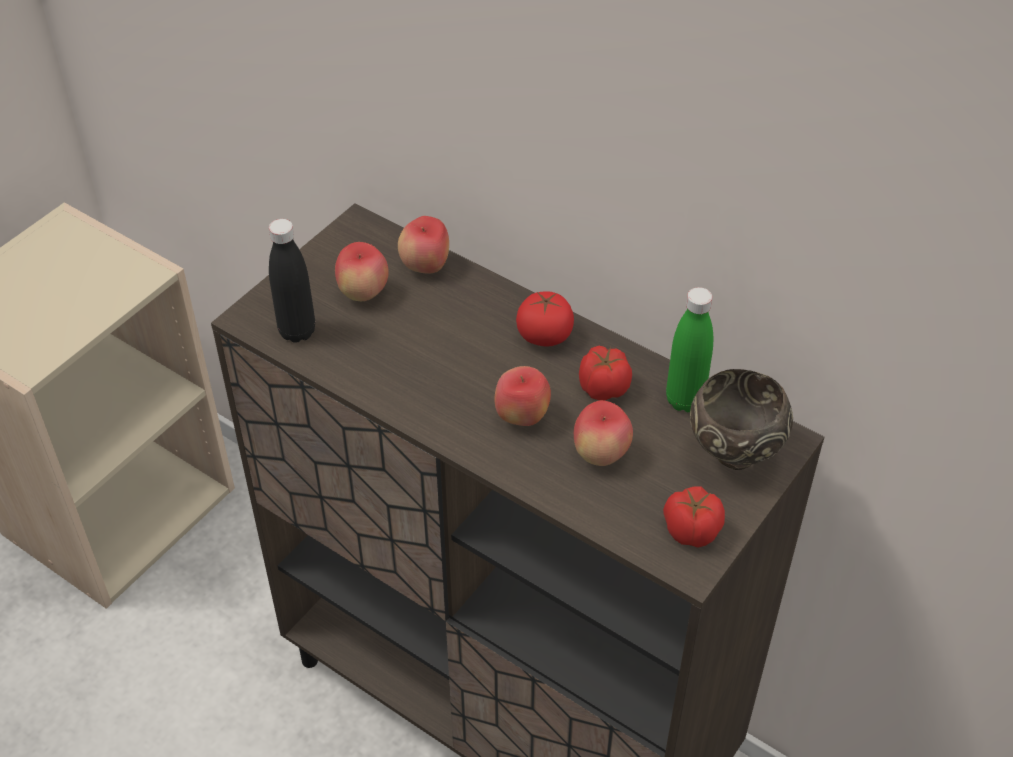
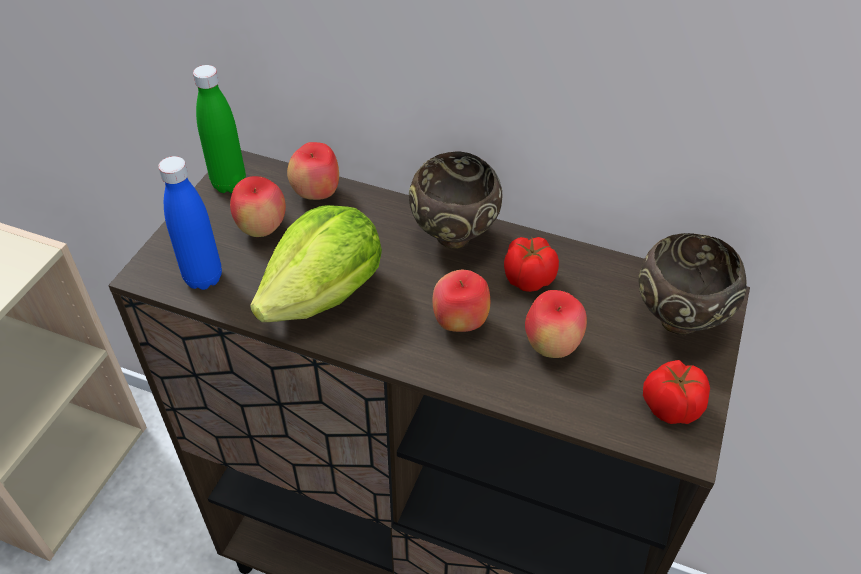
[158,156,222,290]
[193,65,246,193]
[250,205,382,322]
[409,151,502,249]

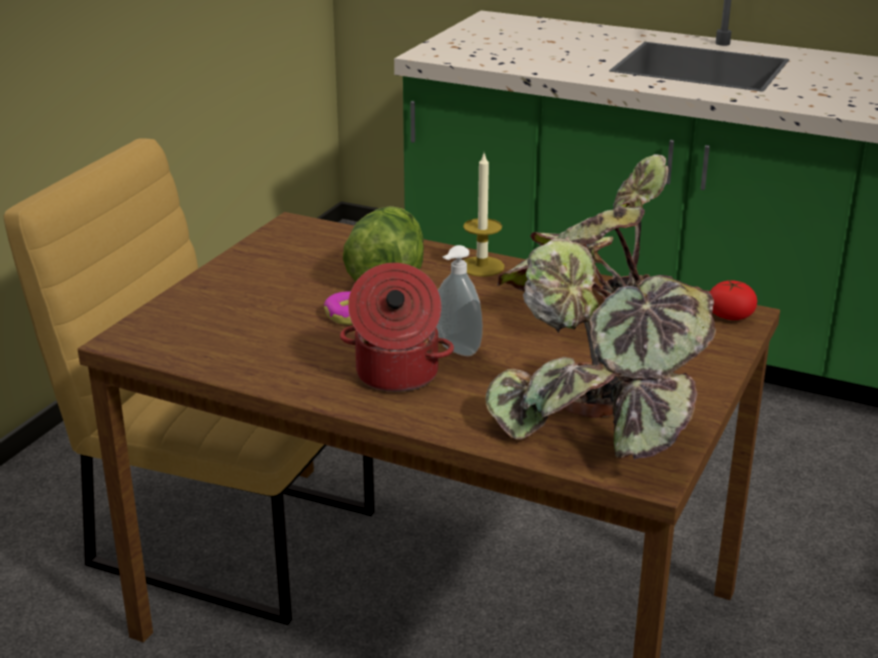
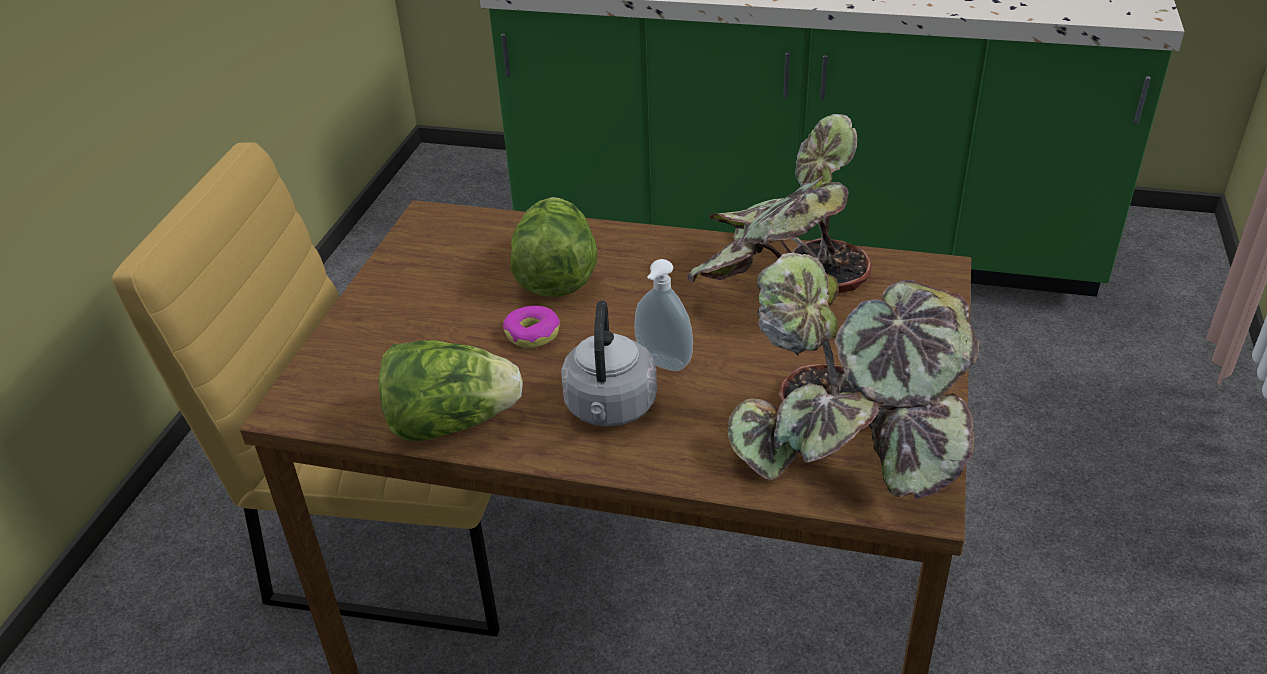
[379,340,523,441]
[561,300,657,426]
[463,153,505,277] (first image)
[710,279,757,320] (first image)

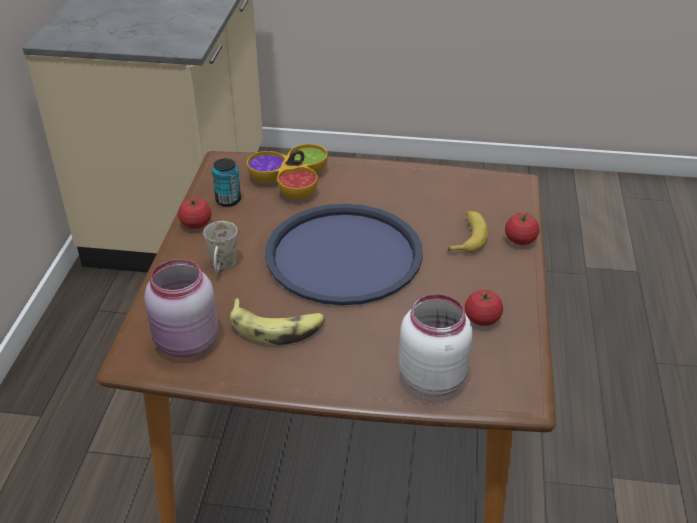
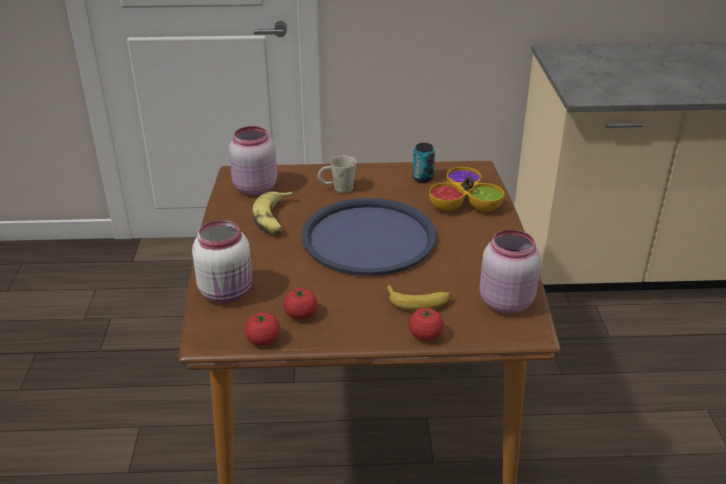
[244,312,280,346]
[479,229,541,314]

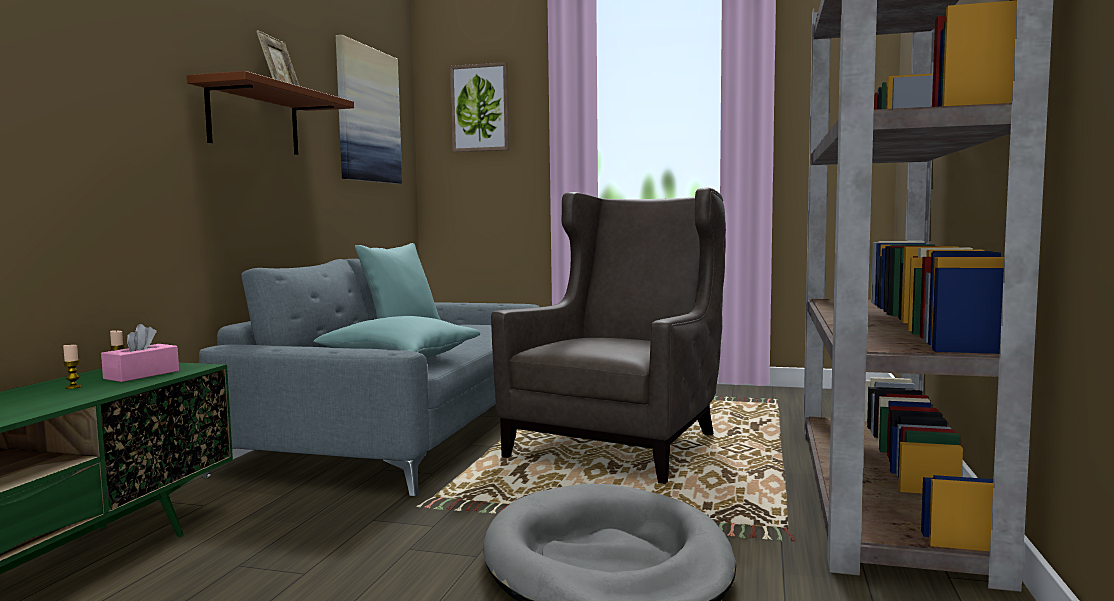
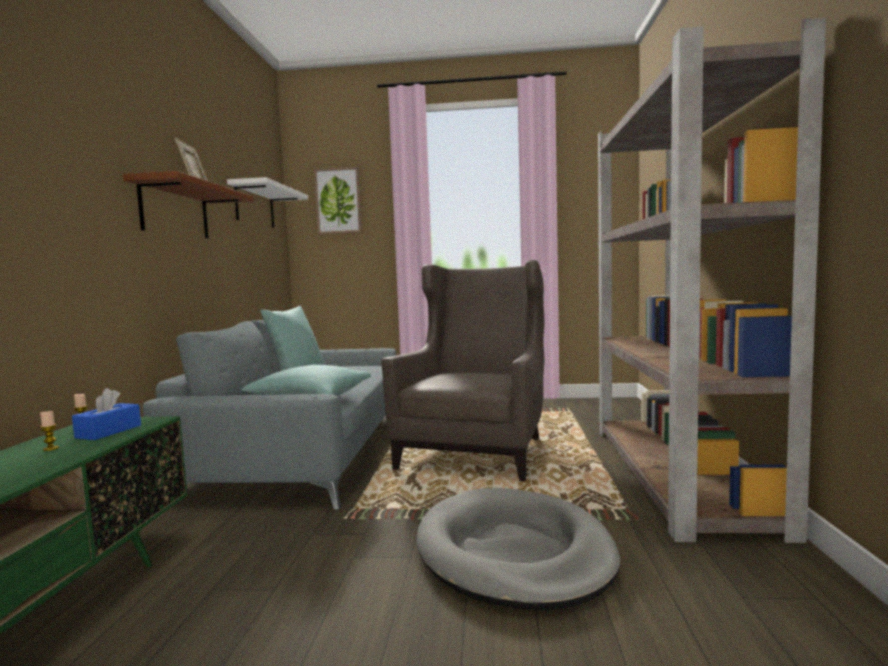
[72,388,141,440]
[227,177,308,228]

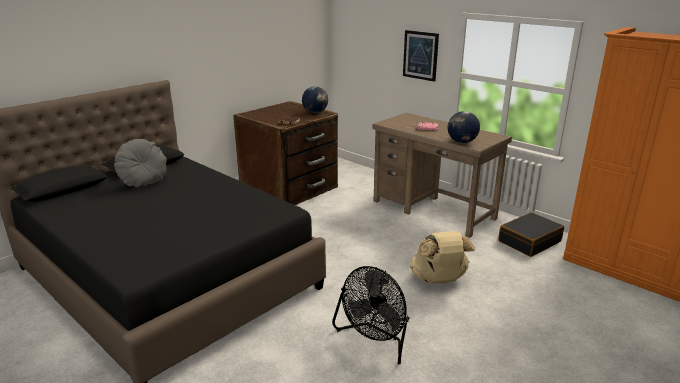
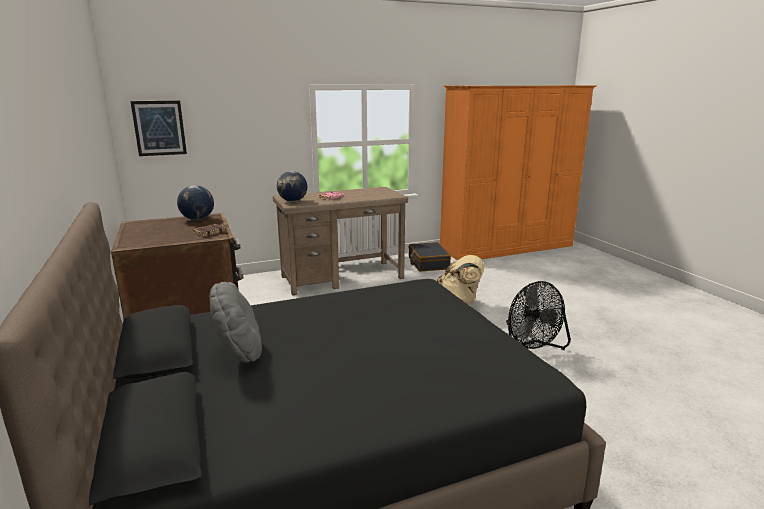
[130,100,187,156]
[277,171,307,202]

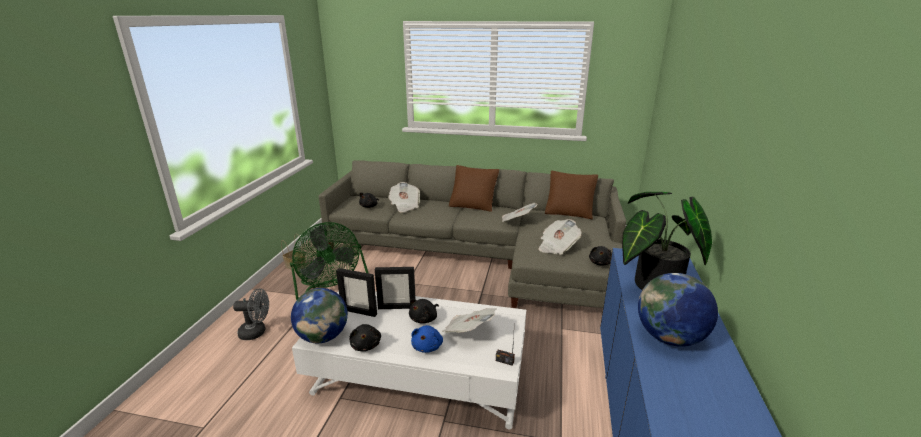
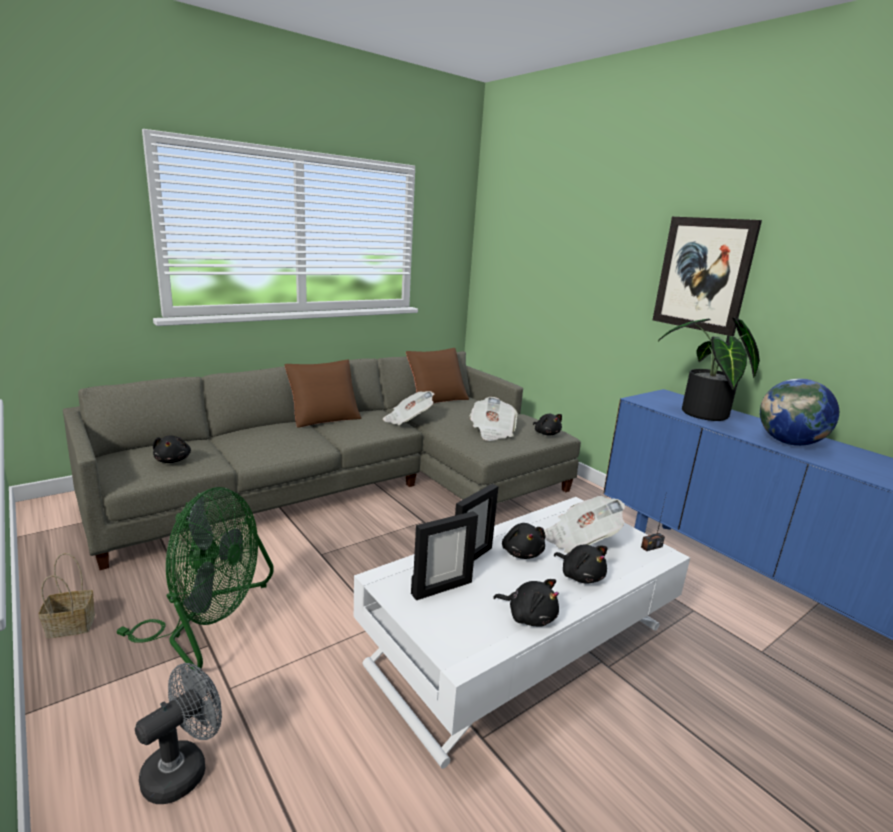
[554,544,607,584]
[653,217,762,336]
[291,288,348,343] (first image)
[388,182,420,213] (first image)

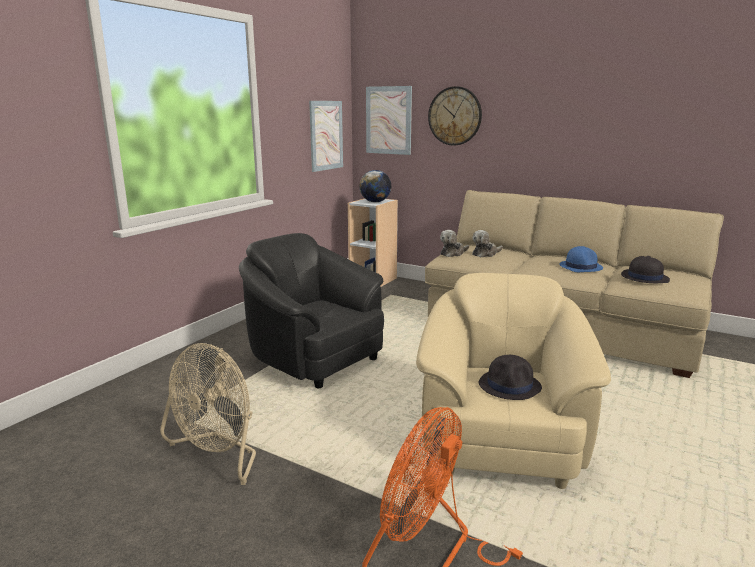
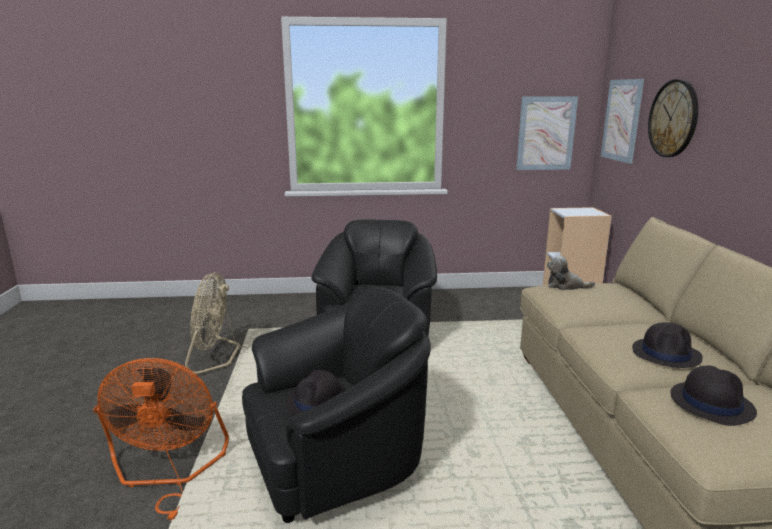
[242,287,431,523]
[632,322,703,368]
[359,170,391,202] (first image)
[472,230,503,257] (first image)

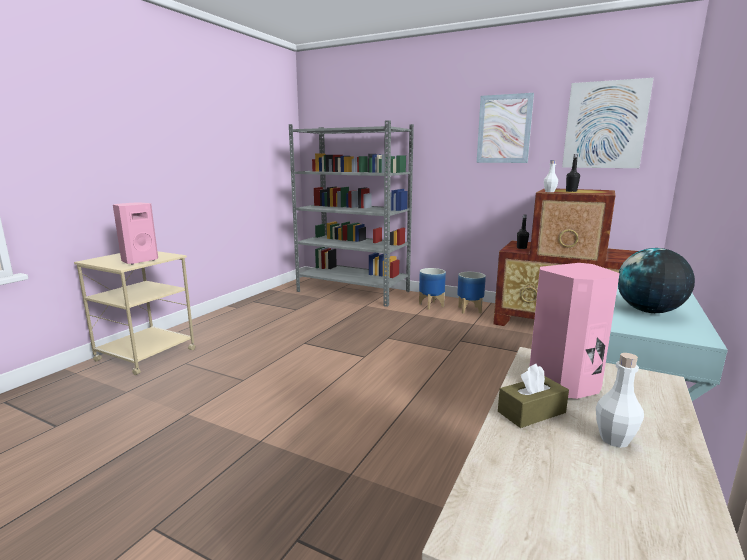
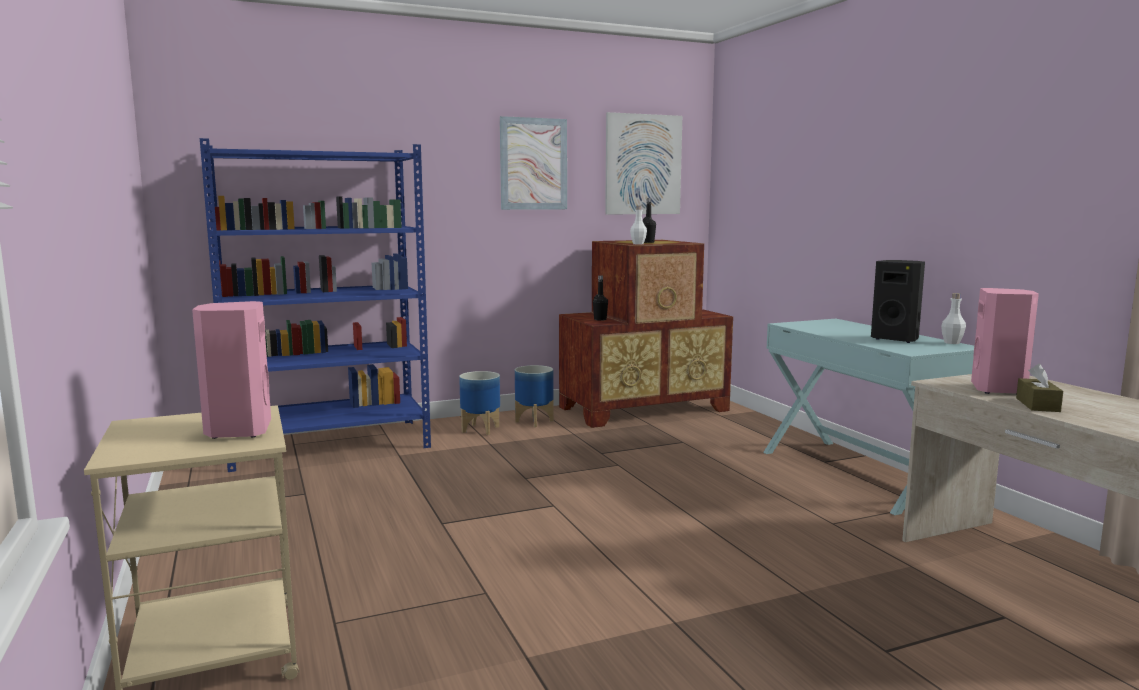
[200,138,431,472]
[871,260,925,343]
[941,293,966,344]

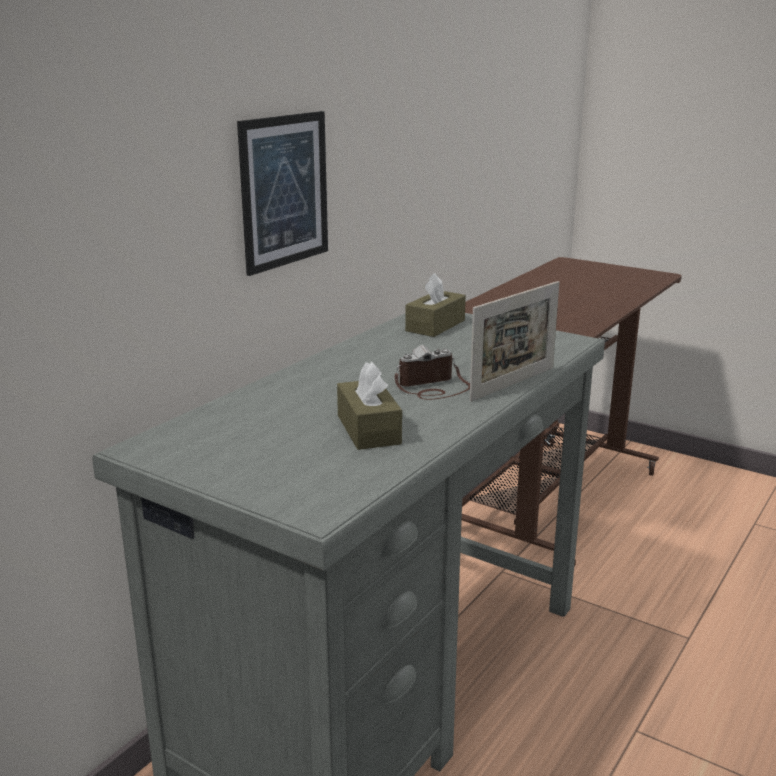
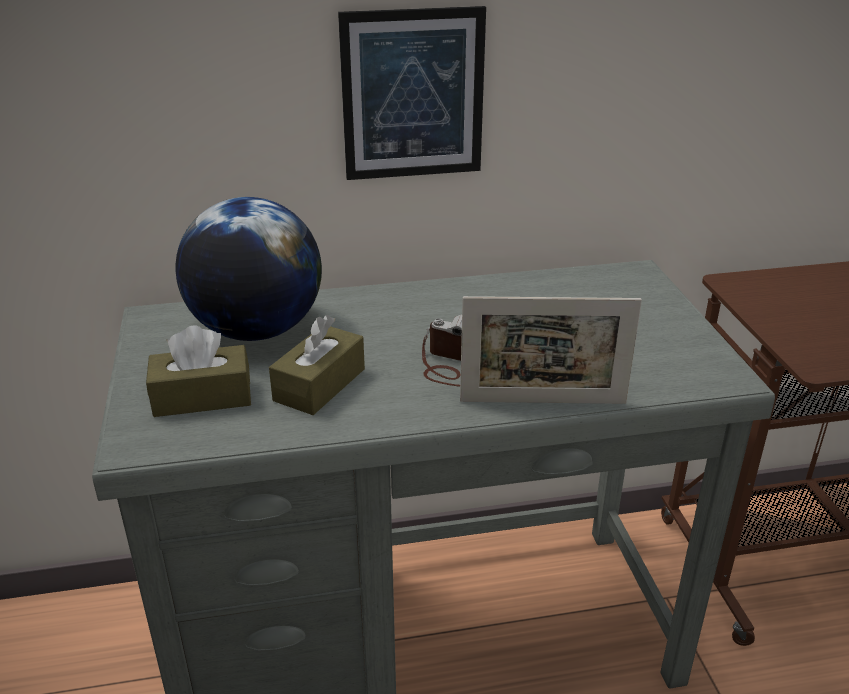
[146,325,251,417]
[176,197,322,341]

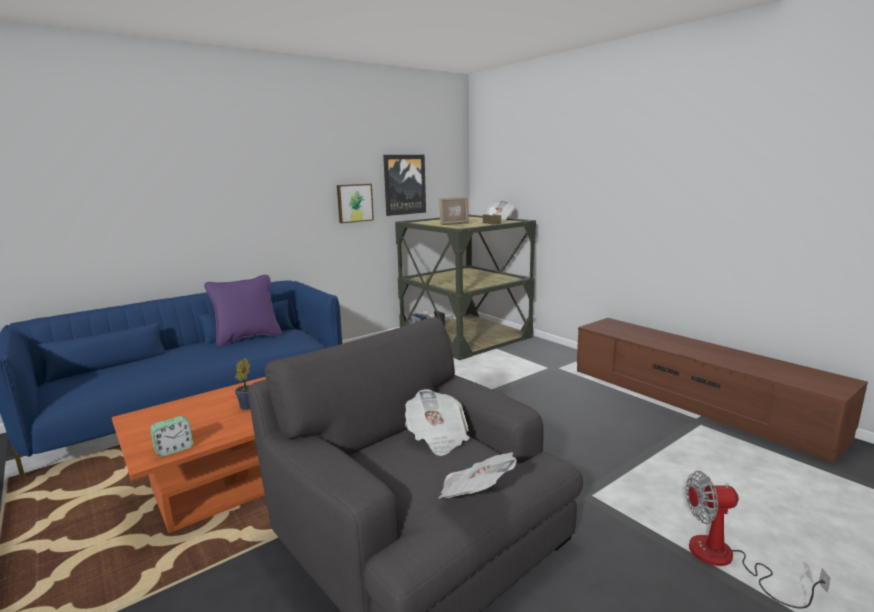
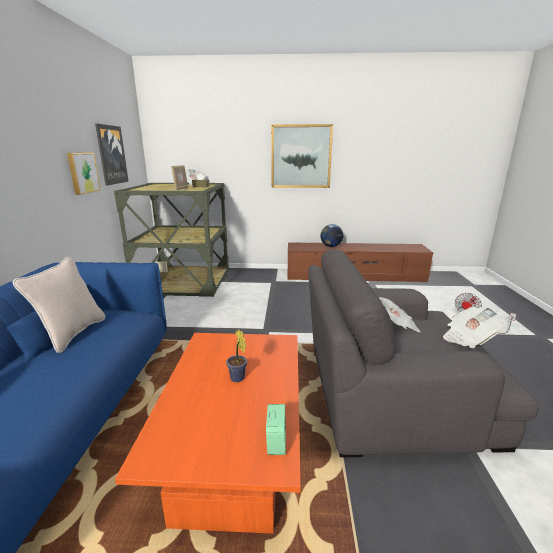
[12,257,105,353]
[271,124,333,188]
[321,224,343,247]

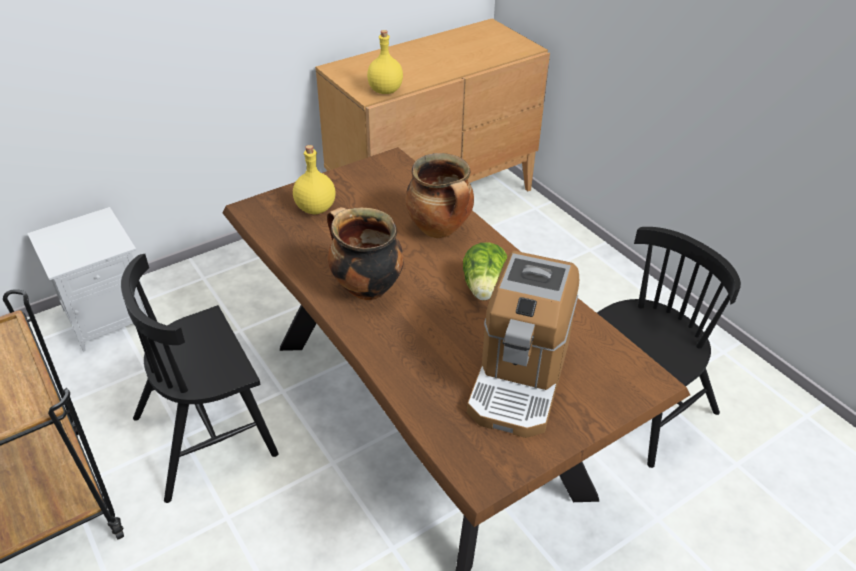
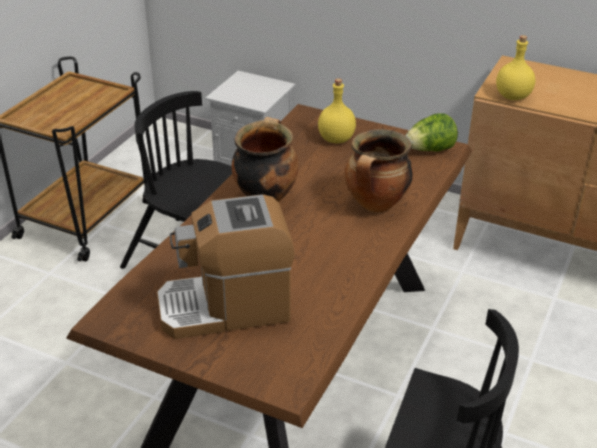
[405,114,458,152]

